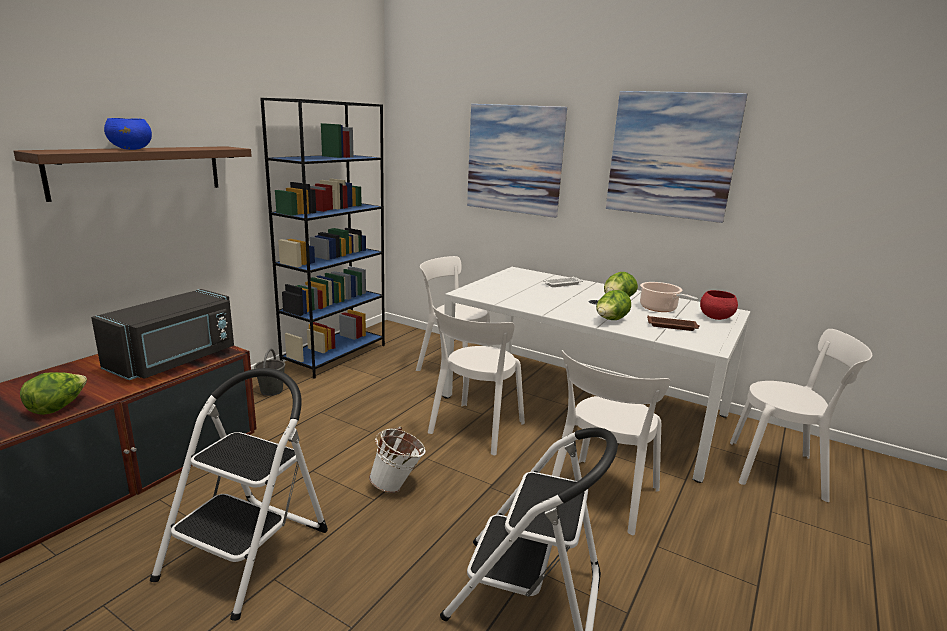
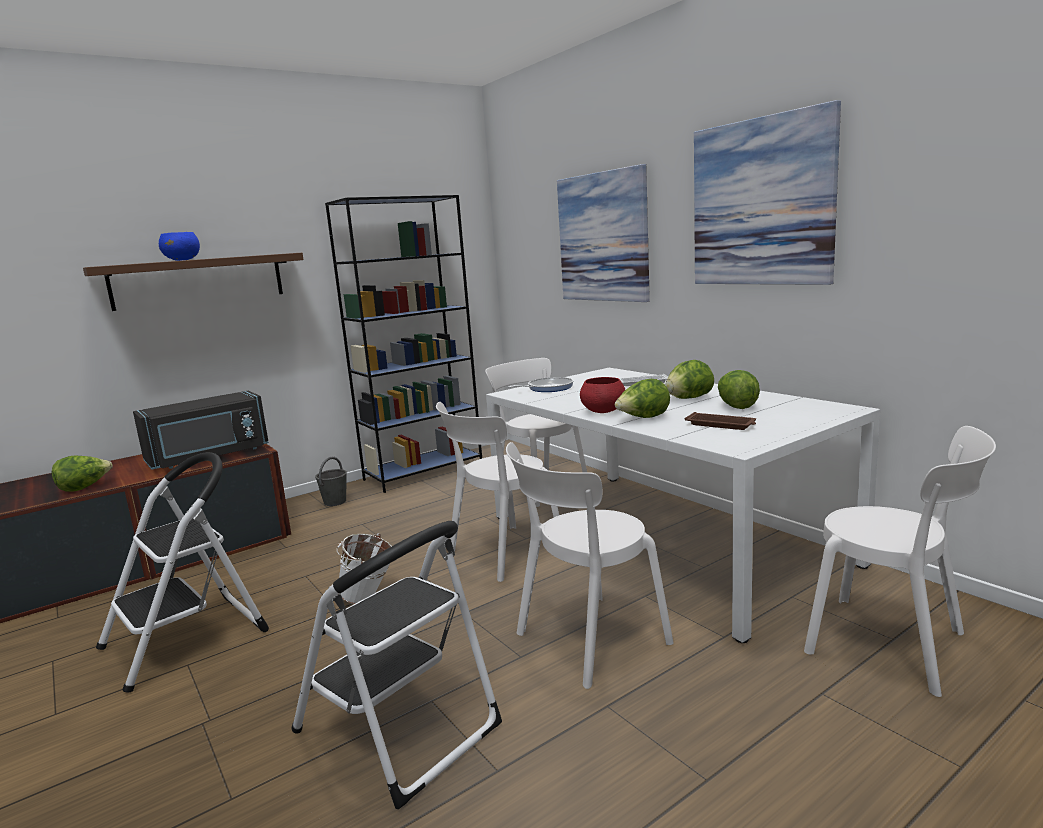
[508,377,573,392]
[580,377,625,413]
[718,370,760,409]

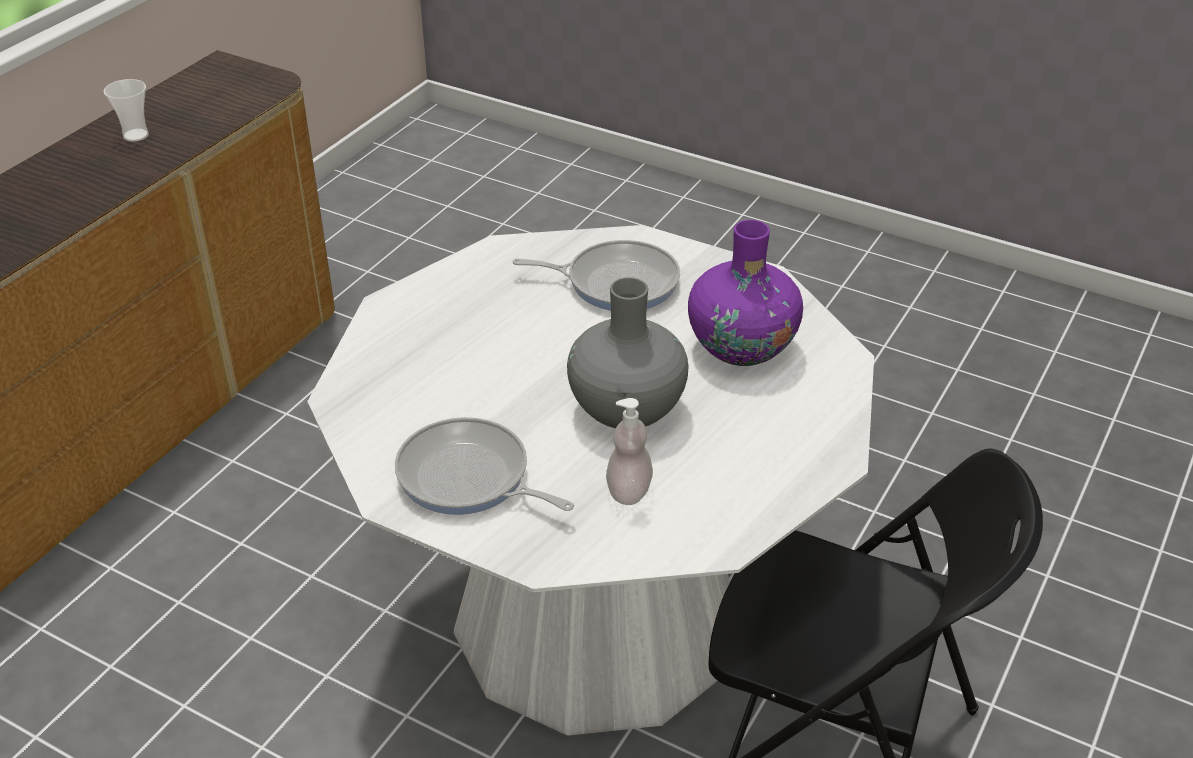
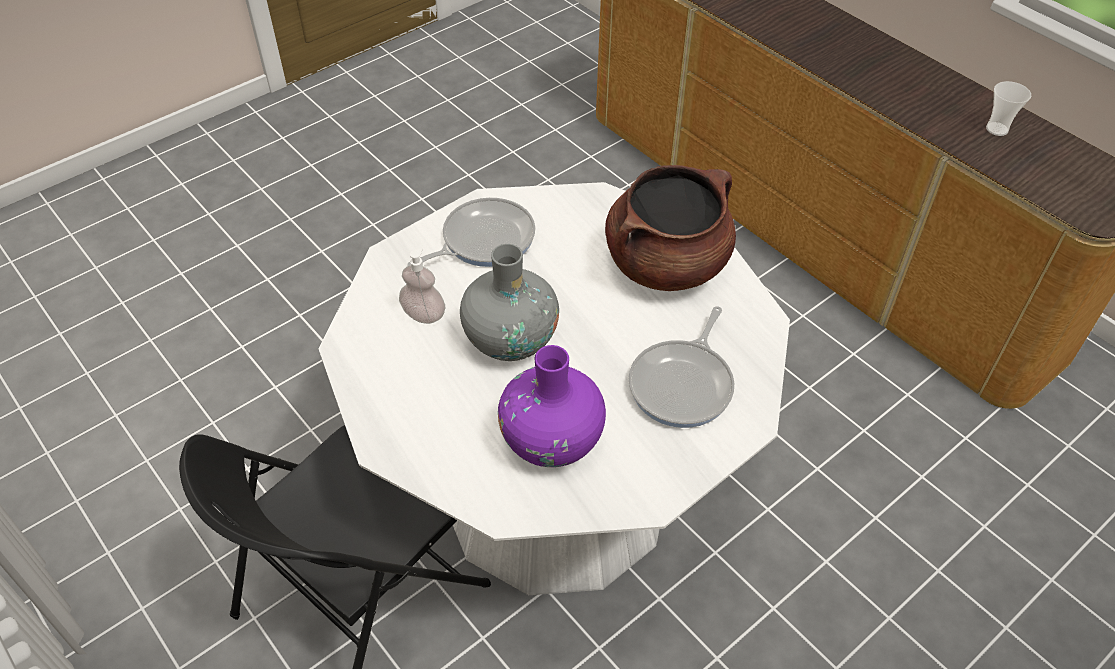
[605,165,736,291]

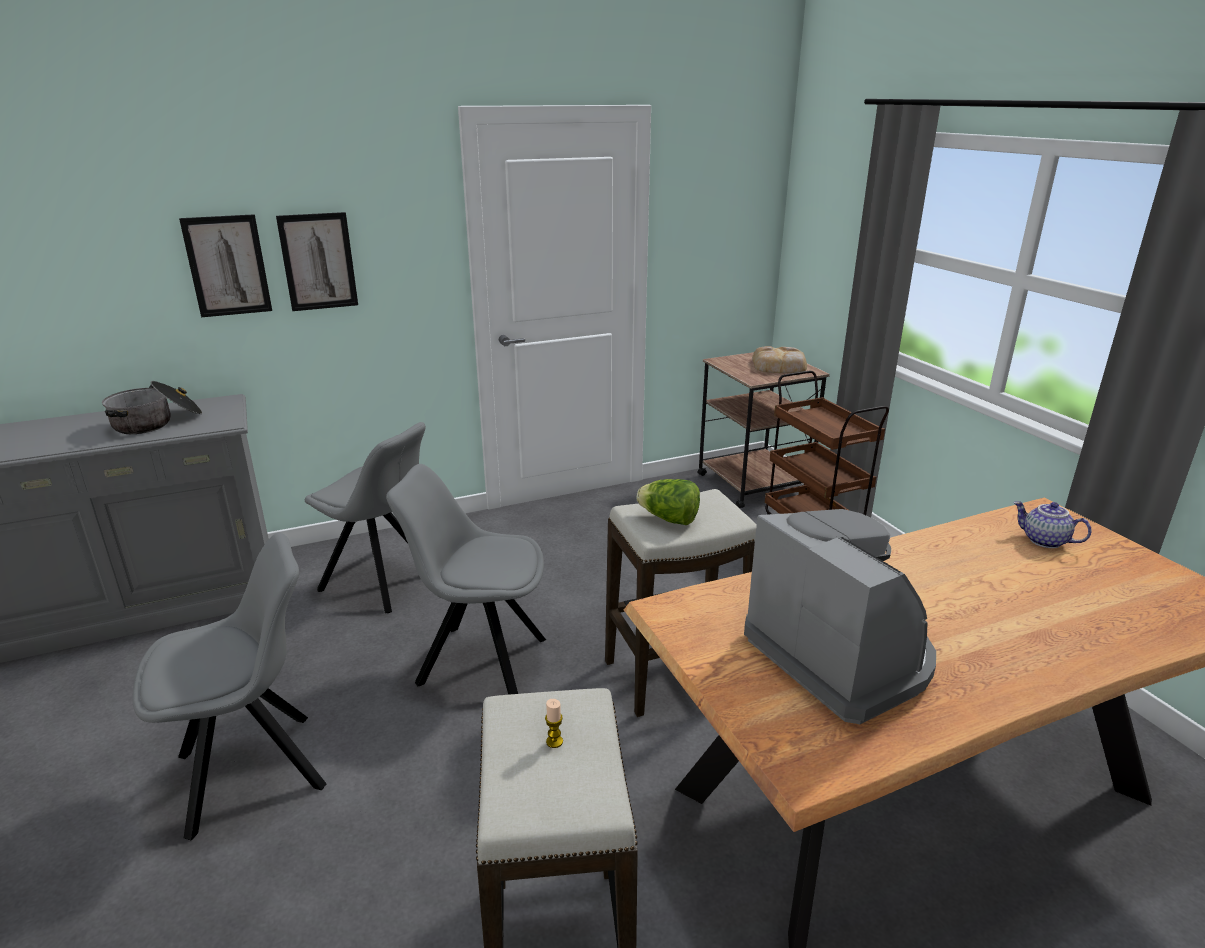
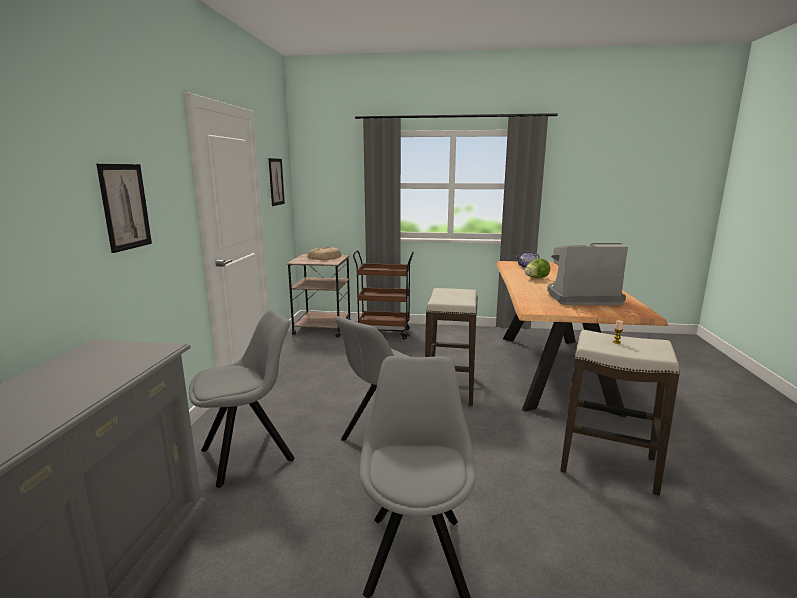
[268,158,285,206]
[524,259,550,278]
[102,381,202,434] (first image)

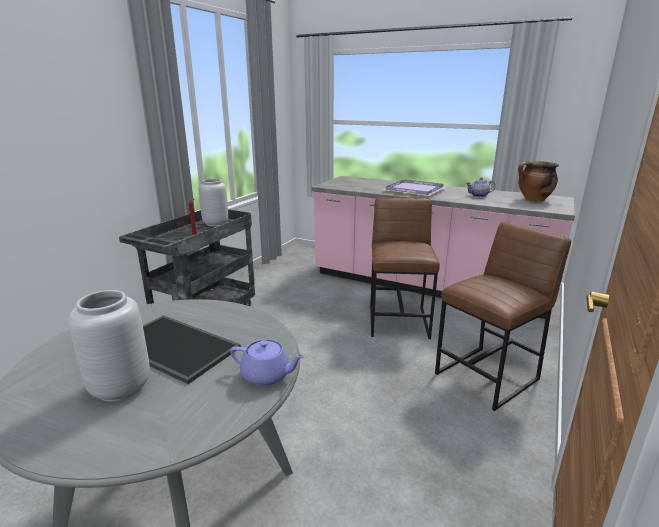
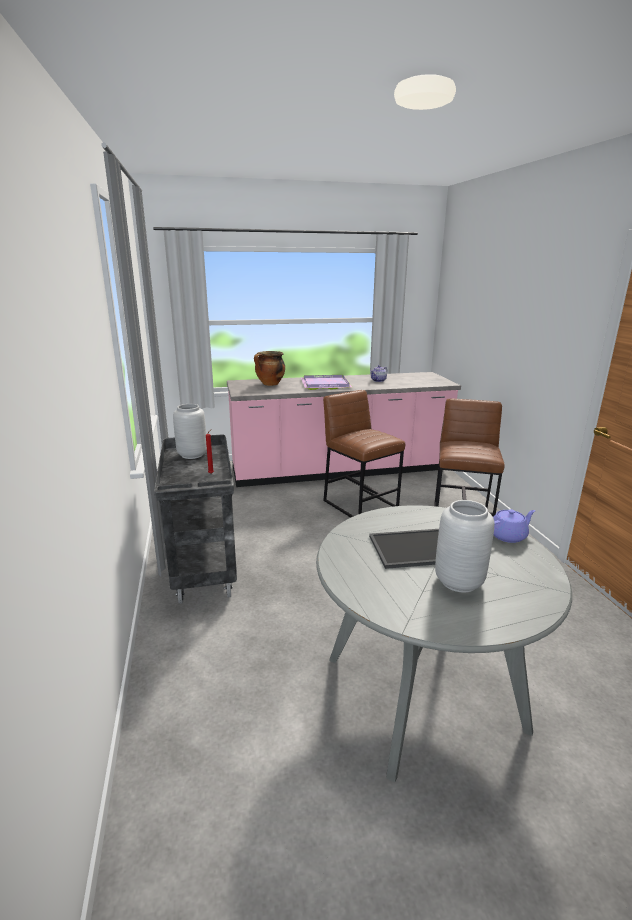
[254,351,285,386]

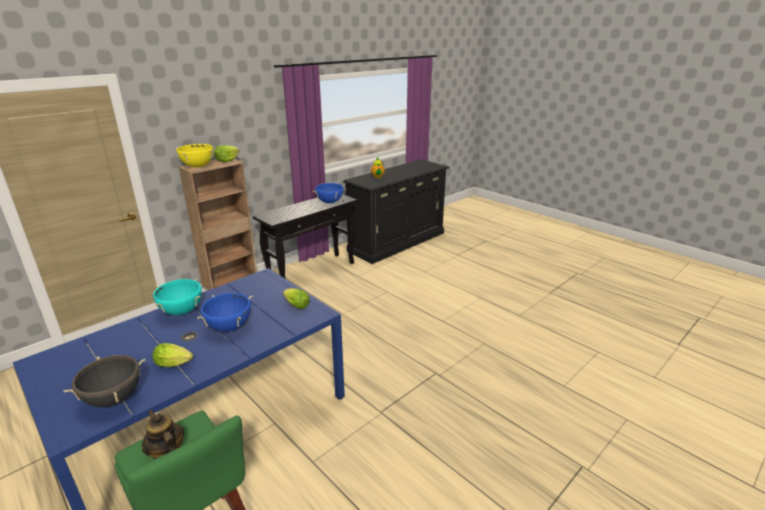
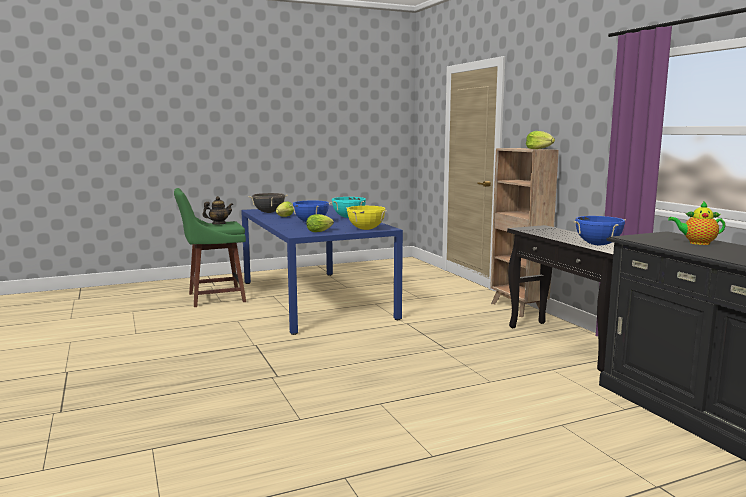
[346,206,387,230]

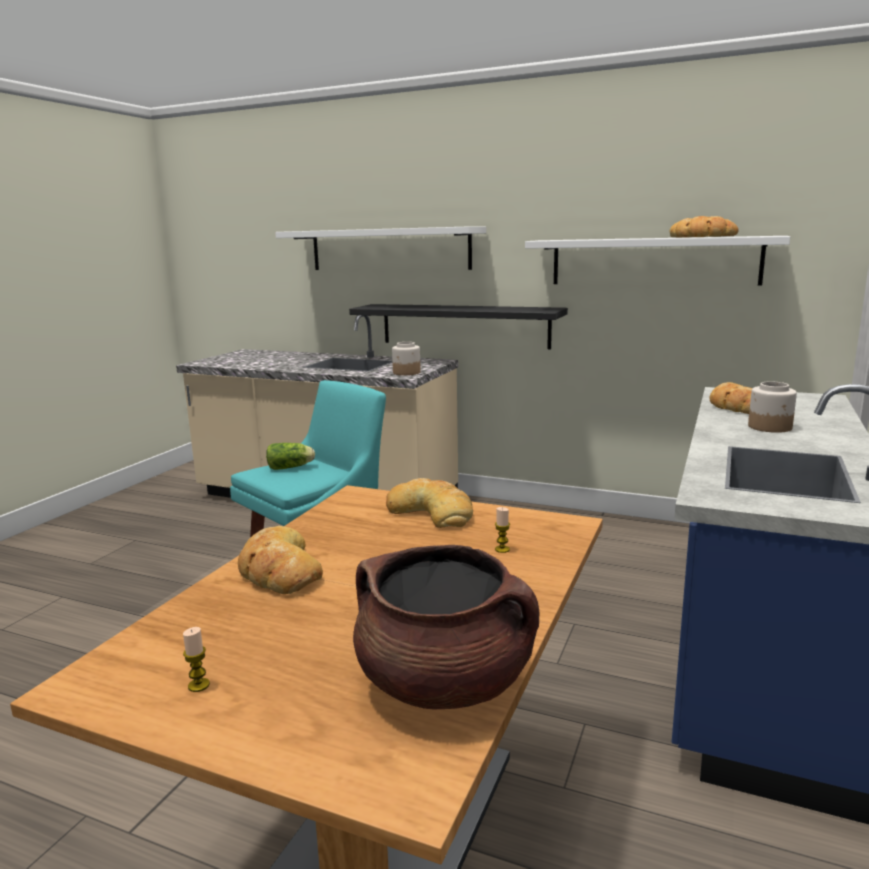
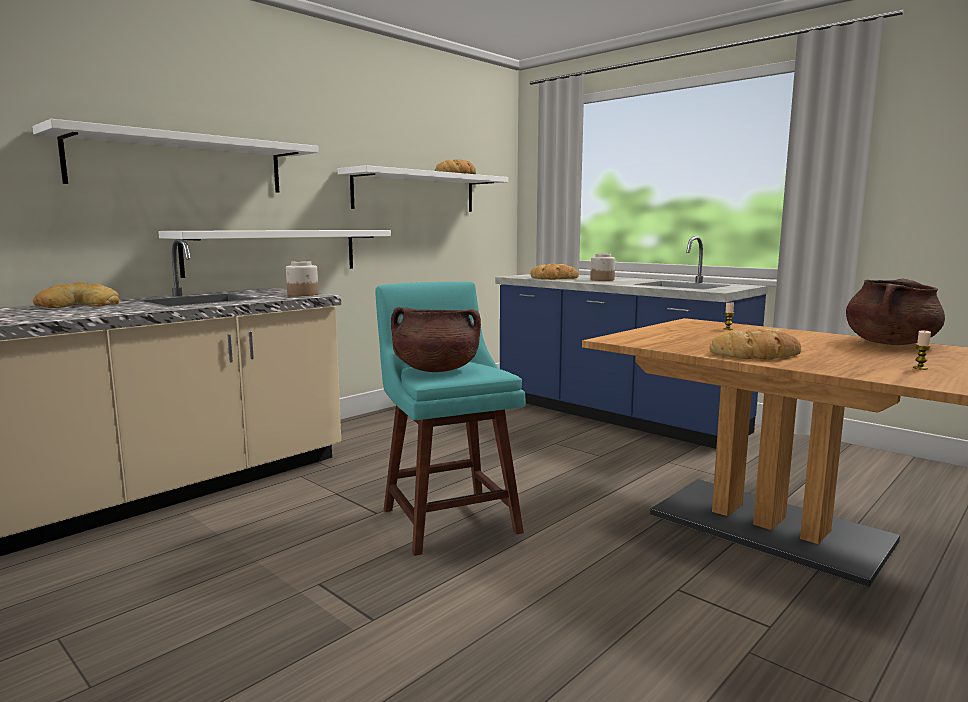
[33,282,119,308]
[158,230,391,278]
[391,307,481,372]

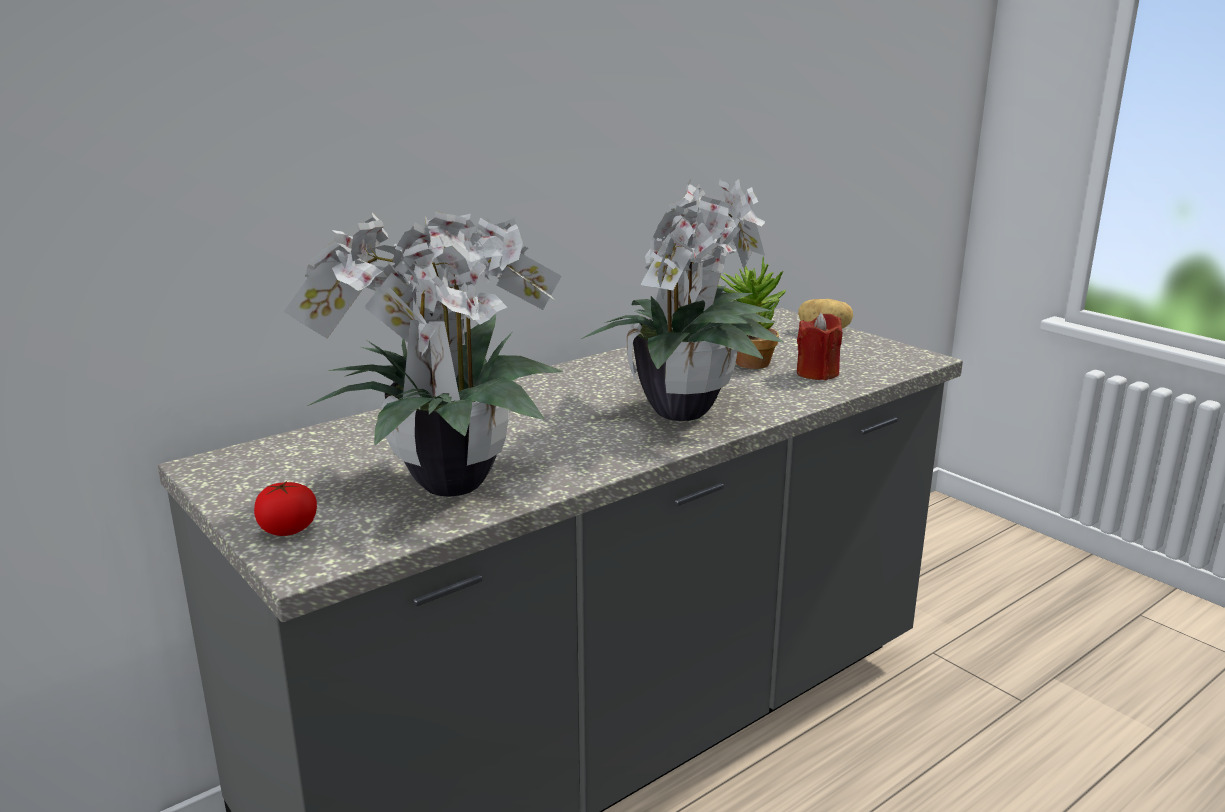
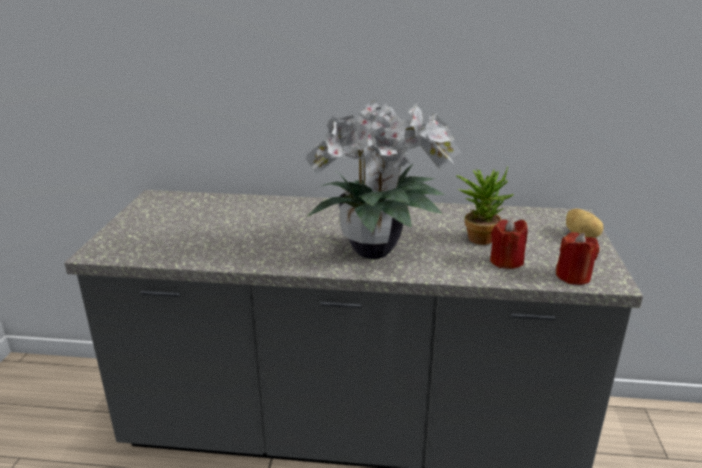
[556,232,599,285]
[254,481,317,536] (first image)
[284,210,564,497] (first image)

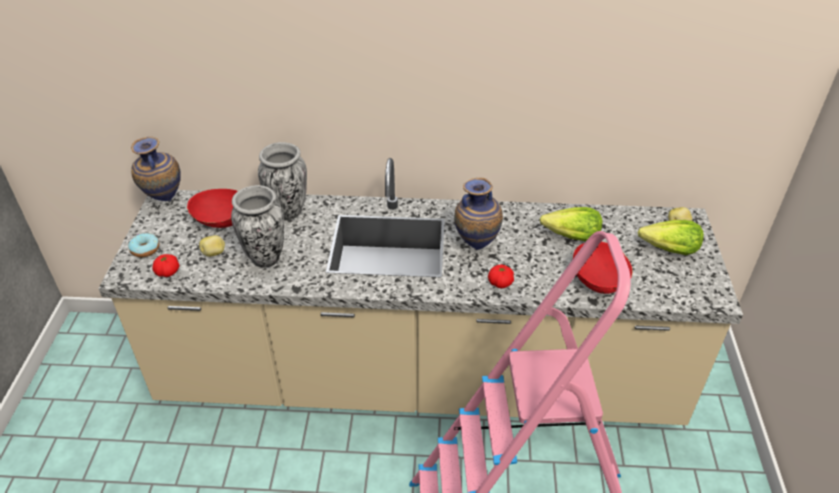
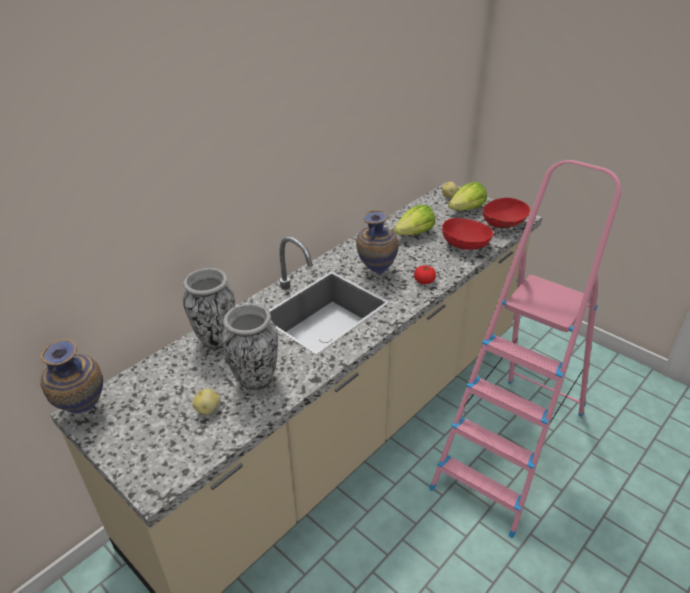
[483,198,530,228]
[128,233,159,257] (first image)
[152,254,179,277] (first image)

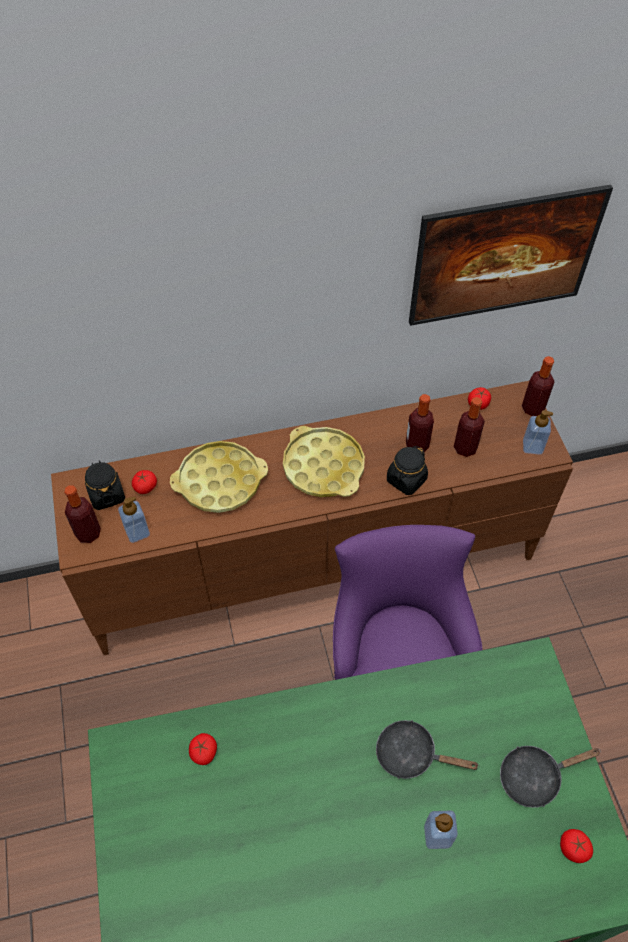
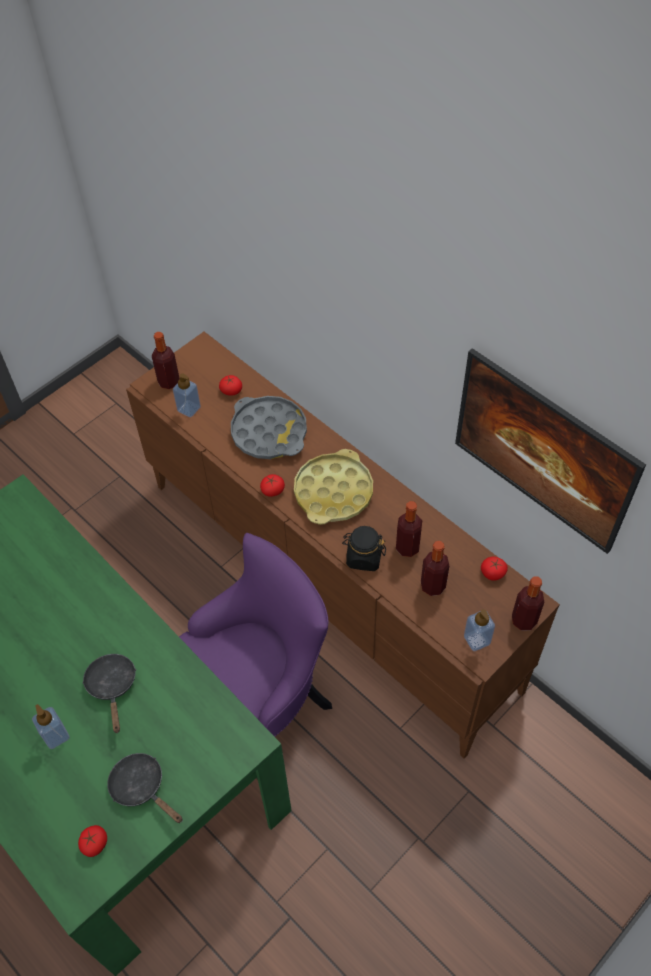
[231,396,307,459]
[260,474,285,497]
[85,460,125,510] (first image)

